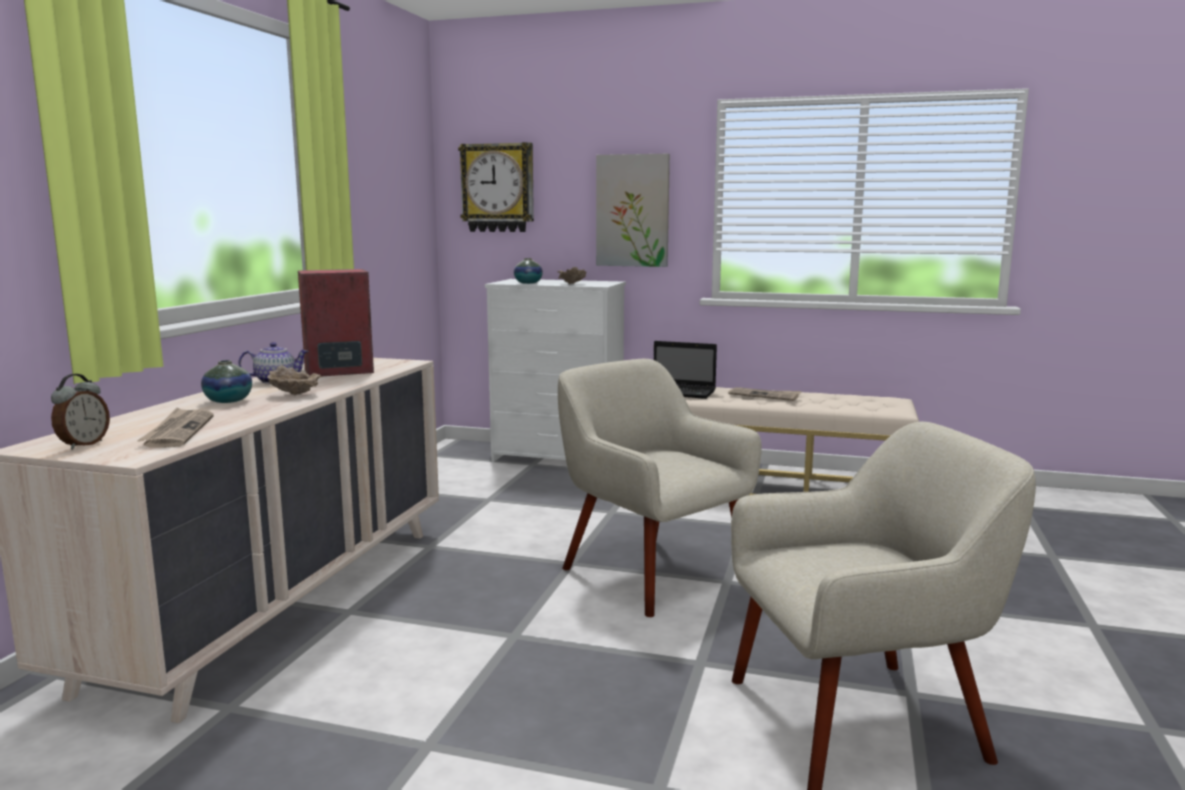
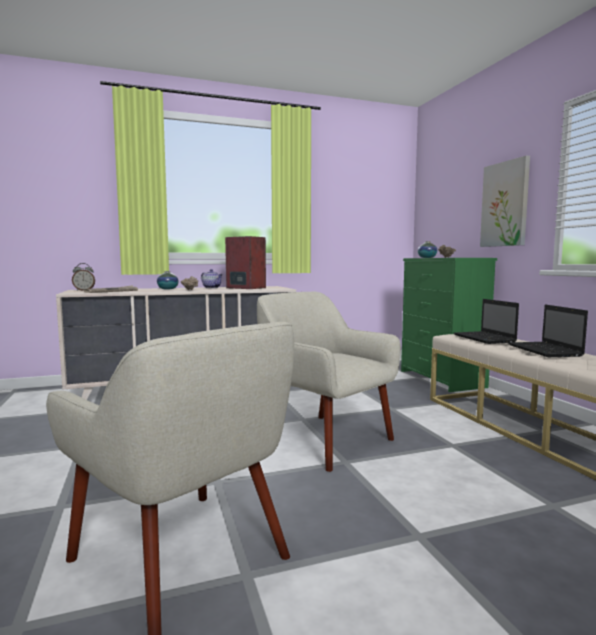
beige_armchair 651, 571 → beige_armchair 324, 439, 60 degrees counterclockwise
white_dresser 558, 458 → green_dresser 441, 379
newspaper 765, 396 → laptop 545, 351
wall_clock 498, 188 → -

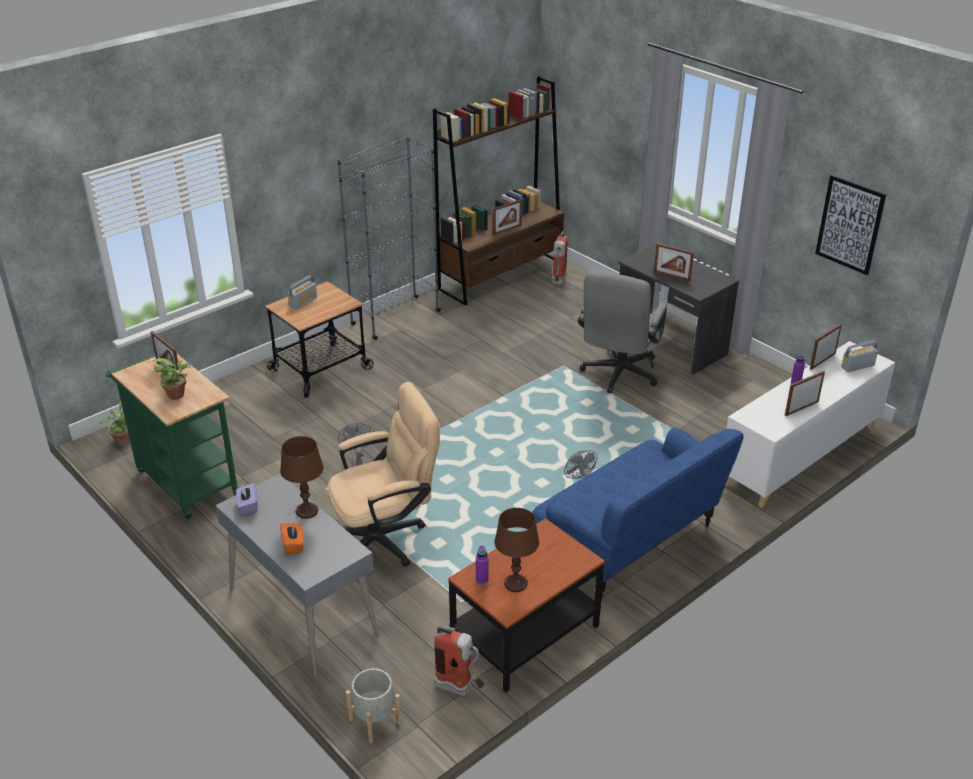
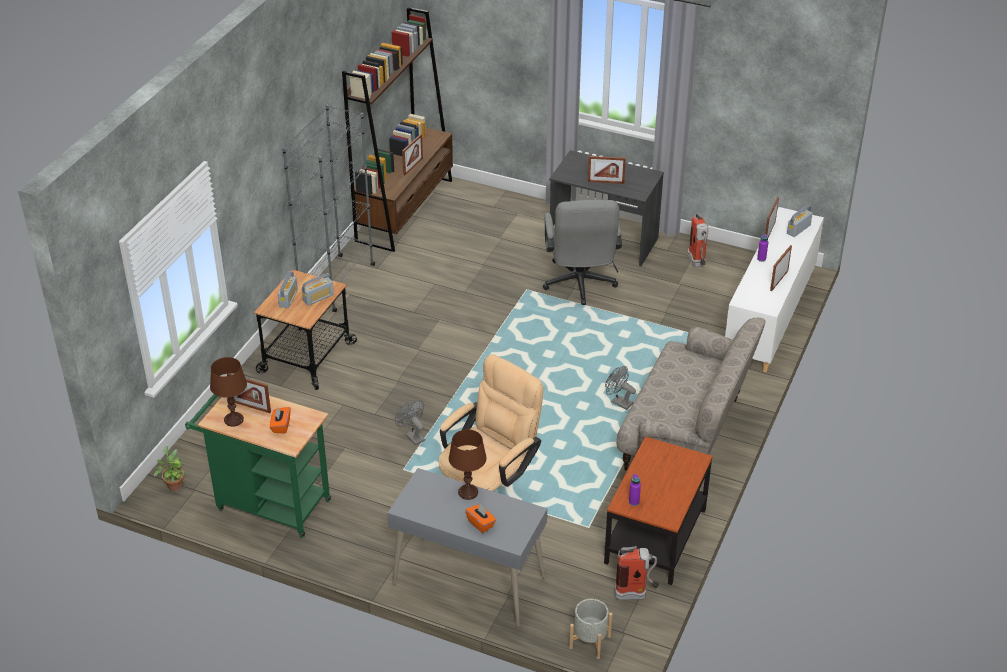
brown_table_lamp 516, 584 → brown_table_lamp 234, 420, move
potted_plant 178, 395 → orange_tissue_box 281, 426
- → radio 318, 298
blue_sofa 629, 543 → beige_sofa 685, 435
fire_extinguisher 558, 282 → fire_extinguisher 697, 264, move
purple_tissue_box 248, 506 → -
picture 850, 224 → -

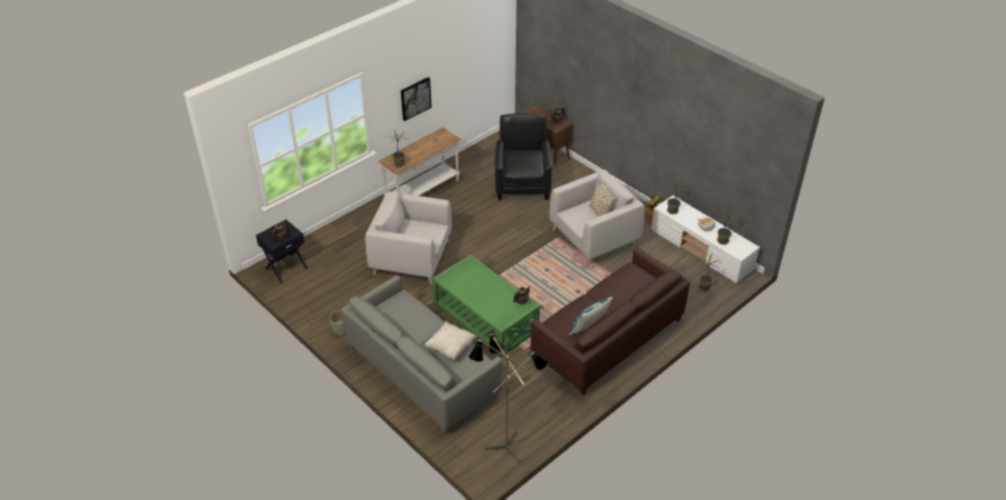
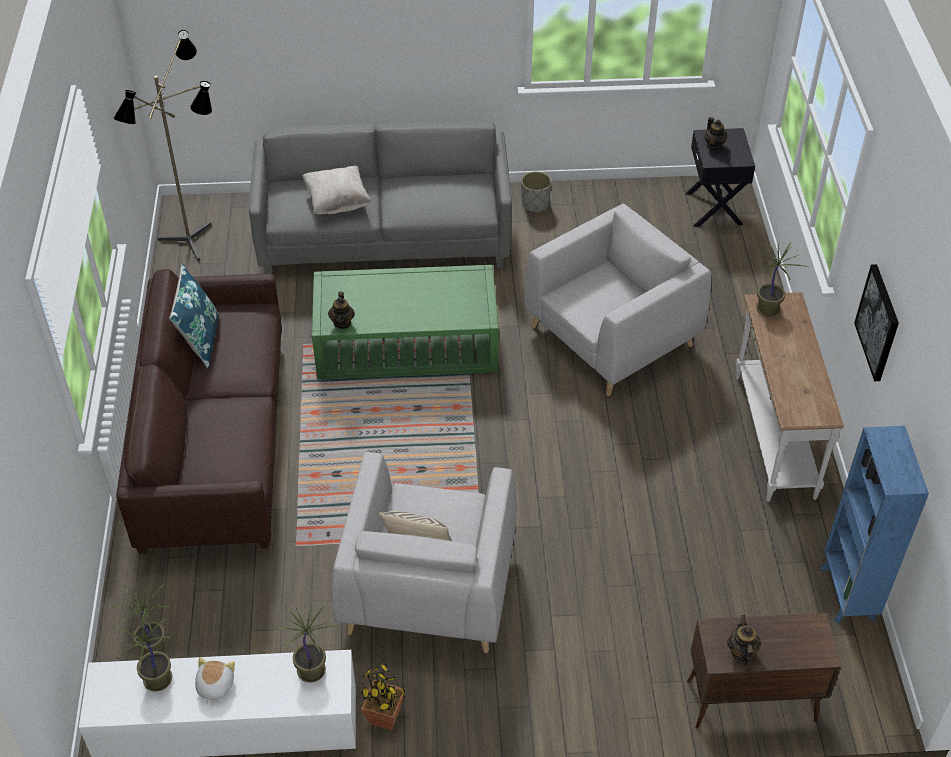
- → blue_bookcase 847, 594
black_armchair 522, 183 → -

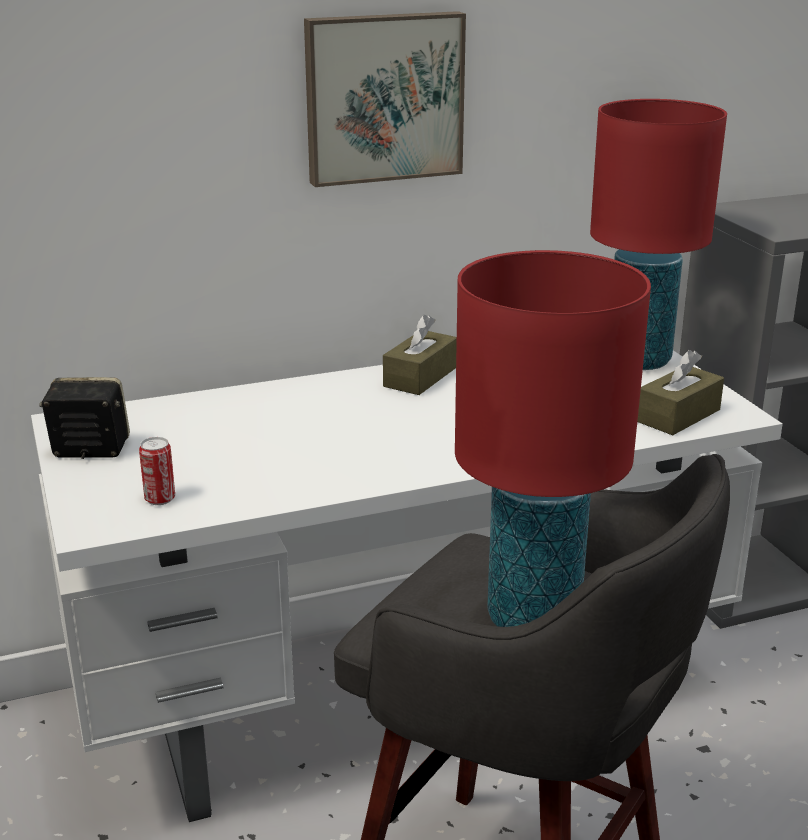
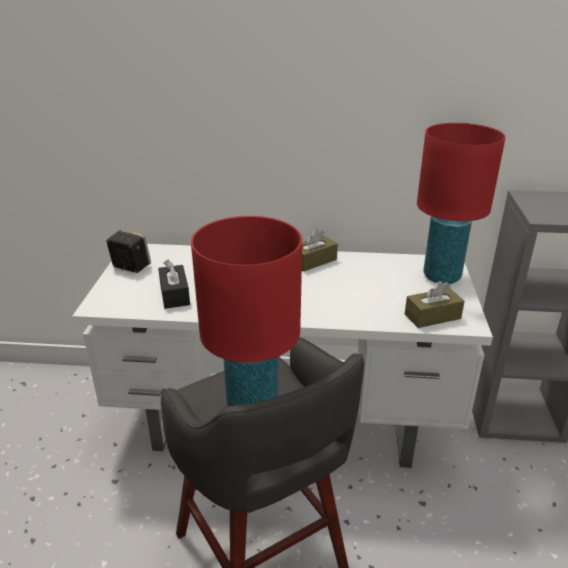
- → black_tissue_box 174, 294
can 160, 499 → -
picture 383, 97 → -

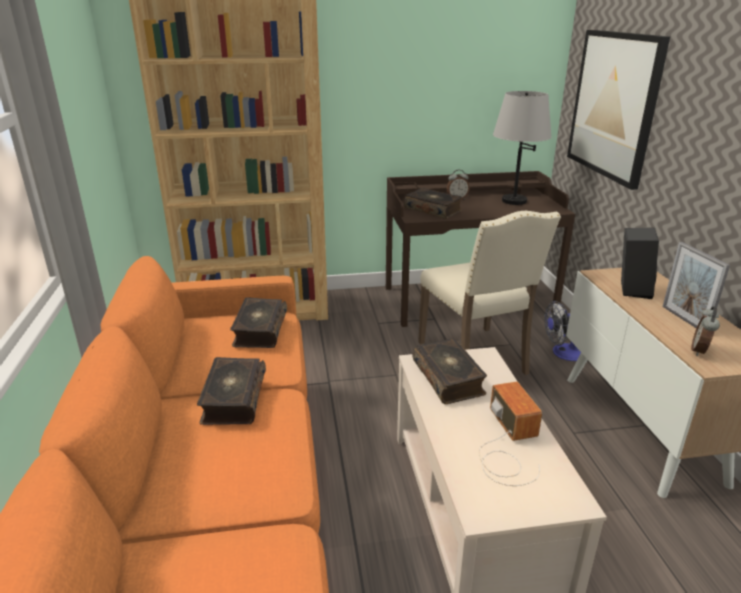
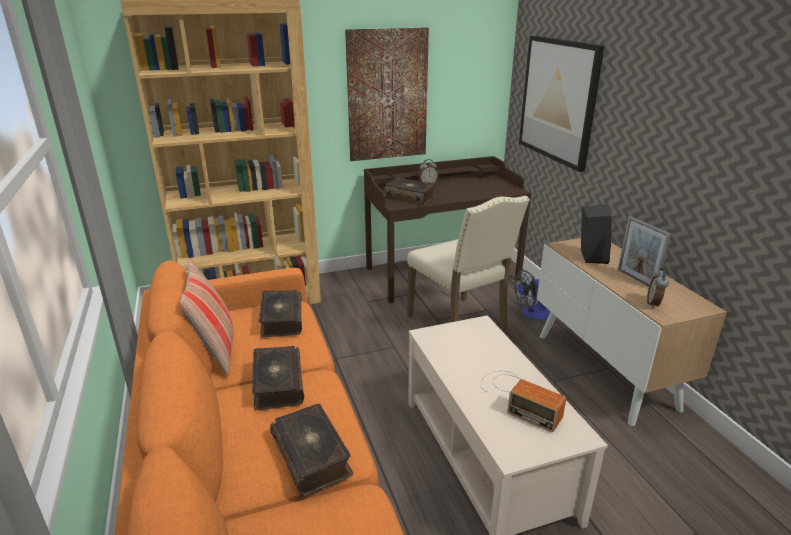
- → pillow 216, 350
book 449, 378 → book 312, 456, move
- → picture 387, 95
radio 507, 445 → radio 518, 397, 150 degrees clockwise
grey_table_lamp 513, 201 → -

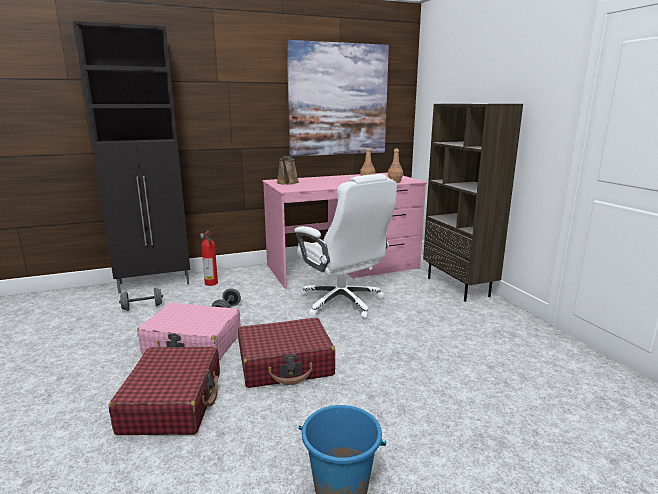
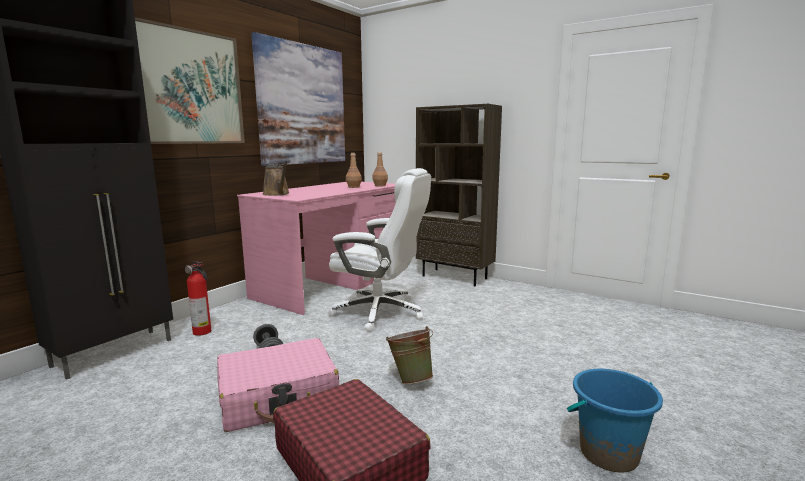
- → picture 190, 87
red_suitcase 286, 364 → green_bucket 411, 379
grey_dumbbell 142, 307 → -

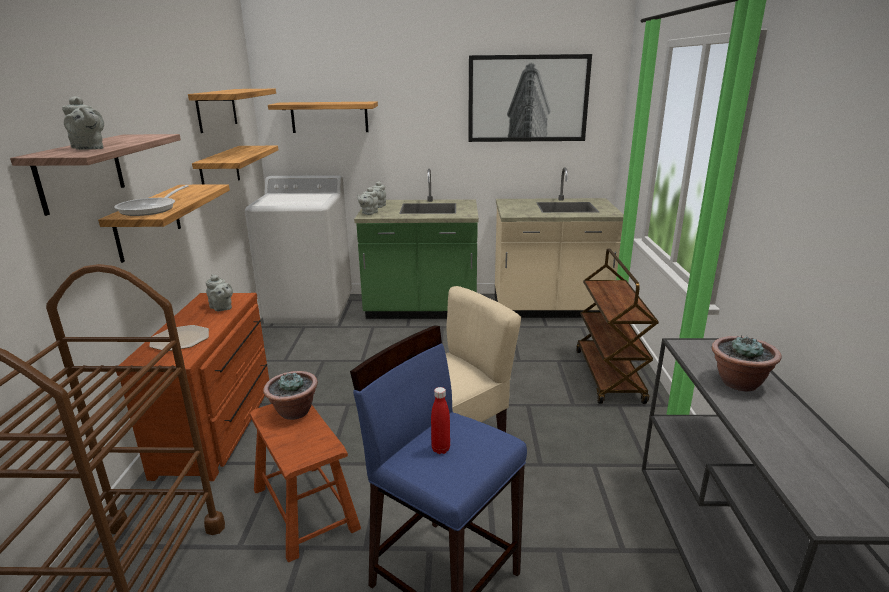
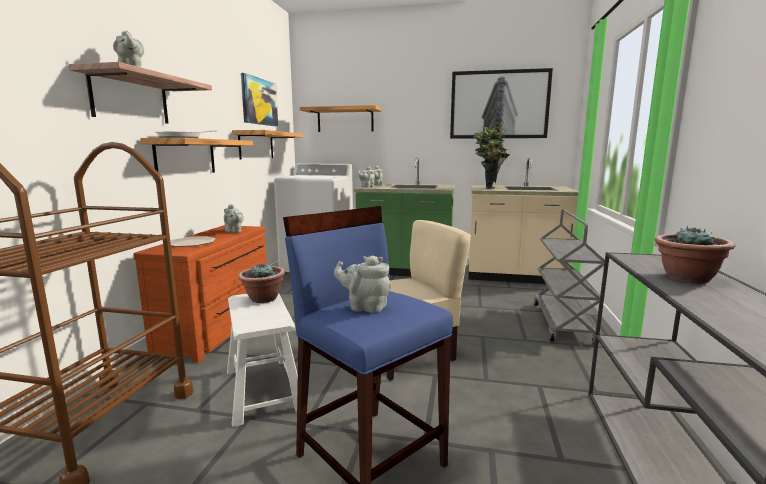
brown_stool 305, 508 → white_stool 263, 389
shelf 217, 109 → picture 259, 101
red_bottle 440, 449 → grey_teapot 365, 307
- → potted_plant 489, 187
brown_cart 609, 376 → grey_cart 563, 323

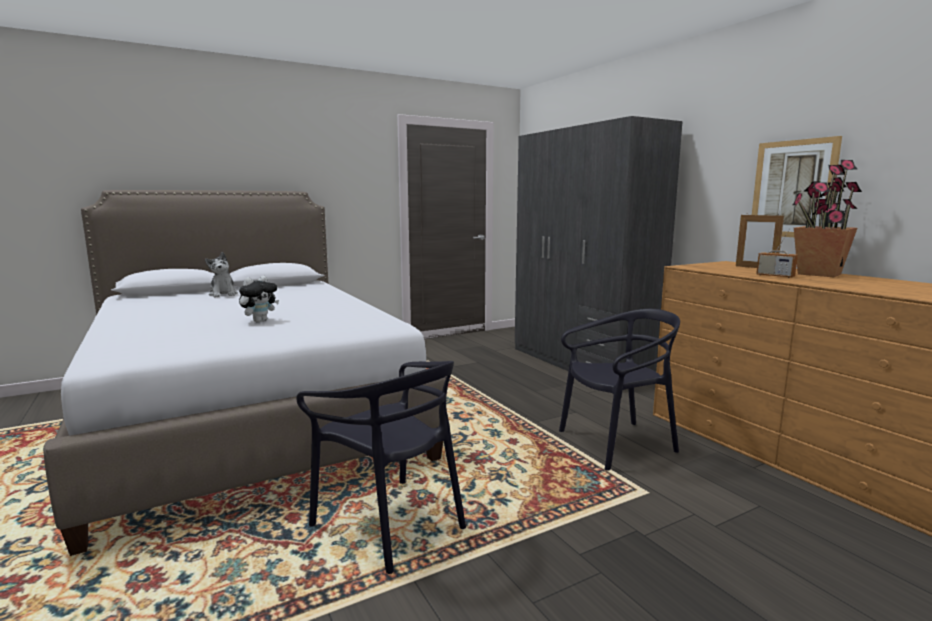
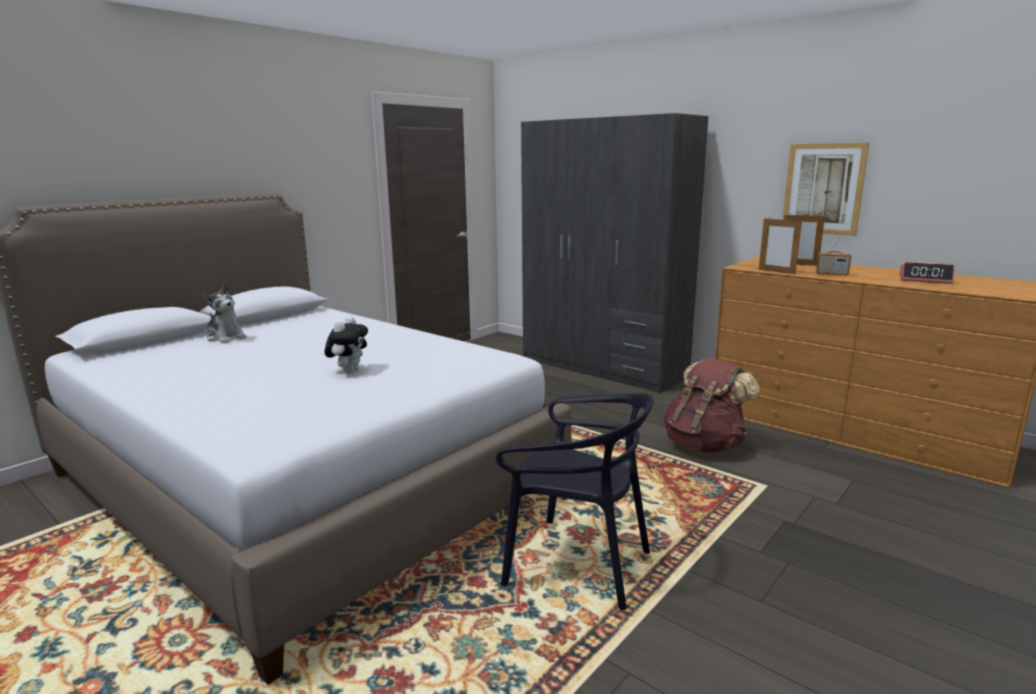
black_chair 617, 443 → brown_backpack 704, 445
- → picture_frame 776, 272
- → alarm_clock 925, 279
potted_plant 818, 274 → -

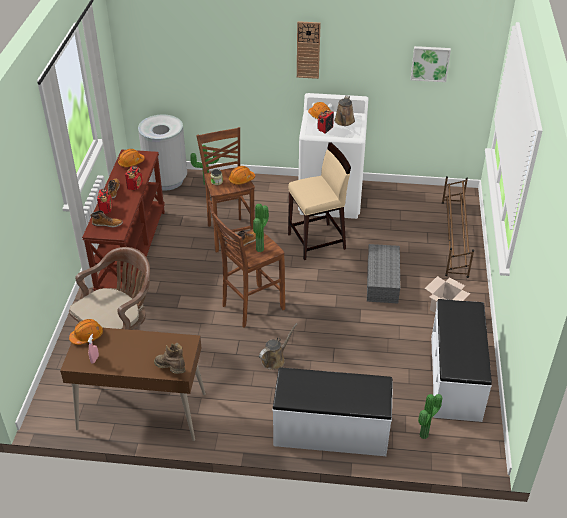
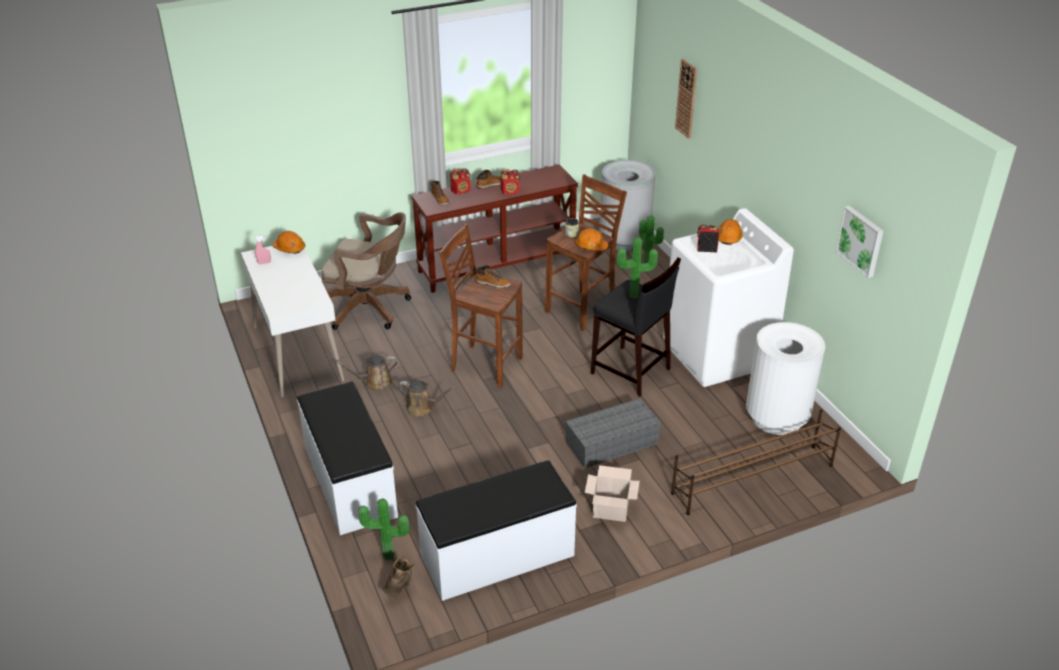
brown_desk 142, 412 → white_desk 297, 354
brown_watering_can 344, 122 → brown_watering_can 375, 383, move
brown_boot 171, 370 → brown_boot 400, 587, move
beige_stool 317, 241 → black_stool 630, 371
potted_plant 261, 249 → potted_plant 634, 296, move
wall_clock 308, 50 → wall_clock 686, 99, move
- → white_trash_can 776, 418
orange_hard_hat 131, 162 → -

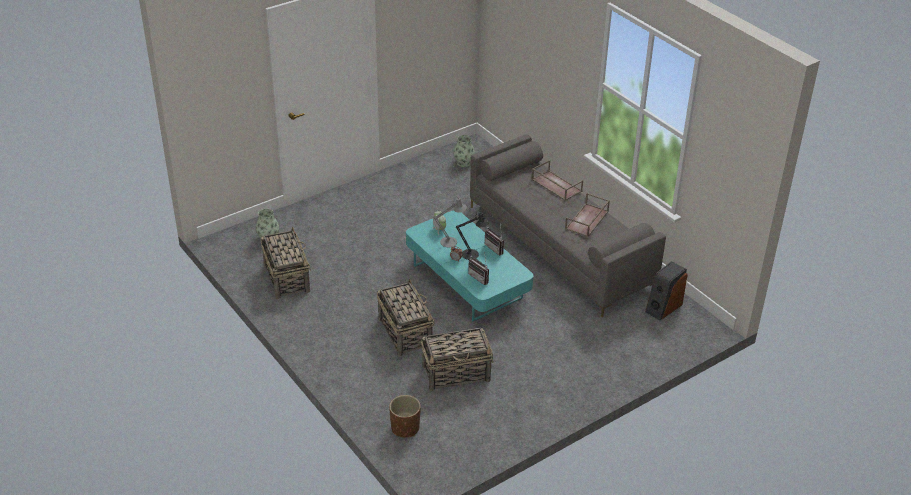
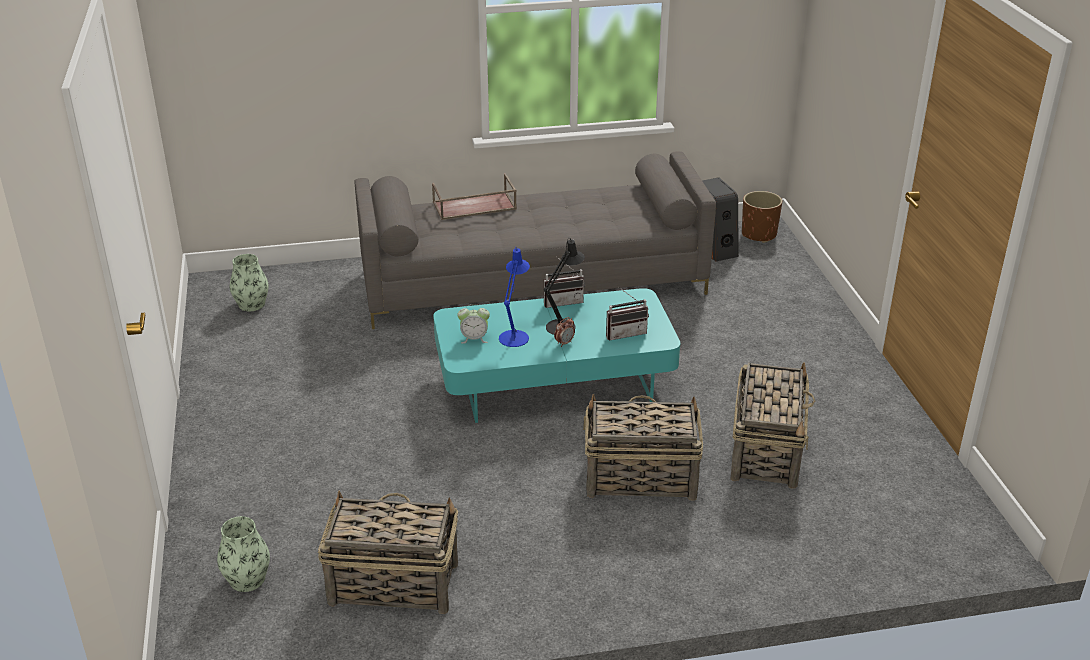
grey_table_lamp 451, 241 → blue_table_lamp 515, 336
brown_planter 405, 428 → brown_planter 758, 234, move
brown_tray 587, 220 → -

